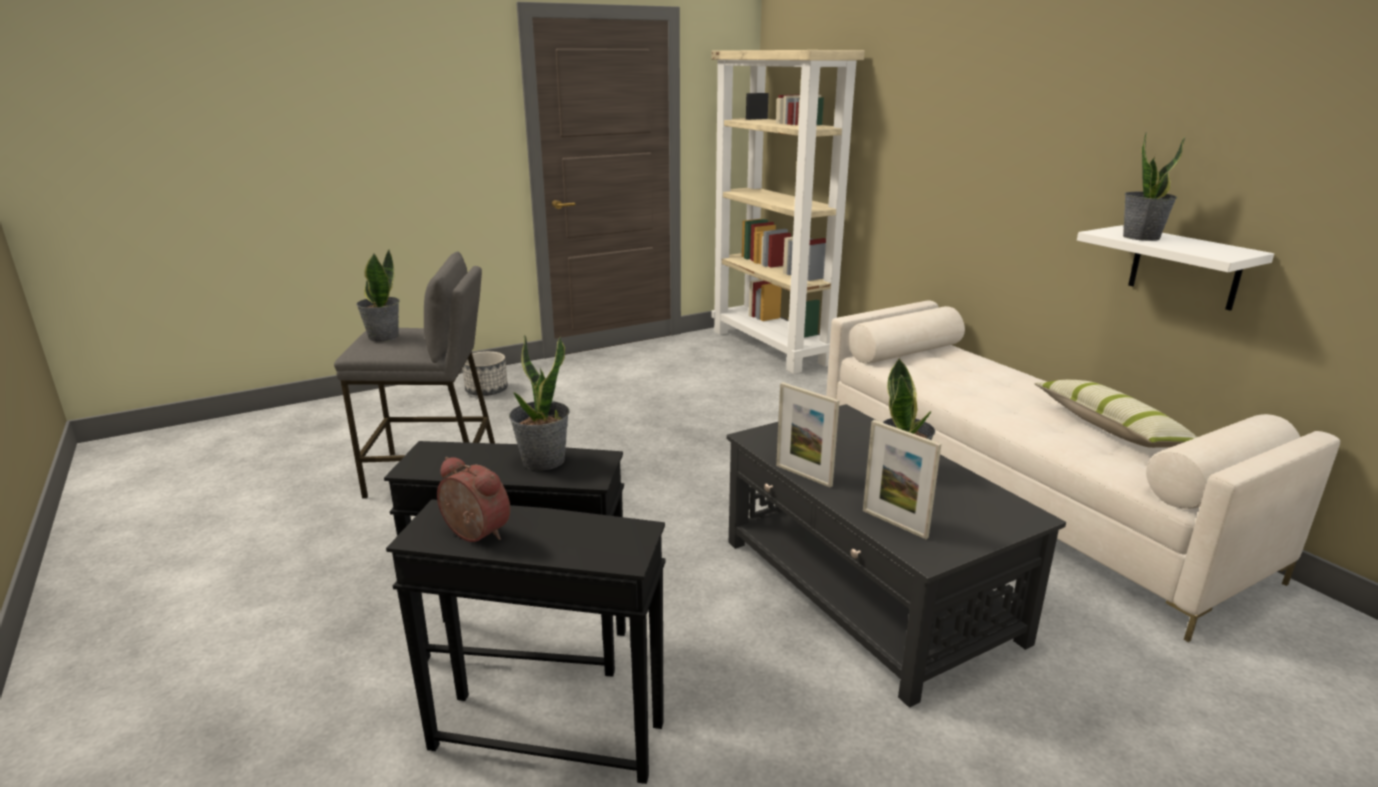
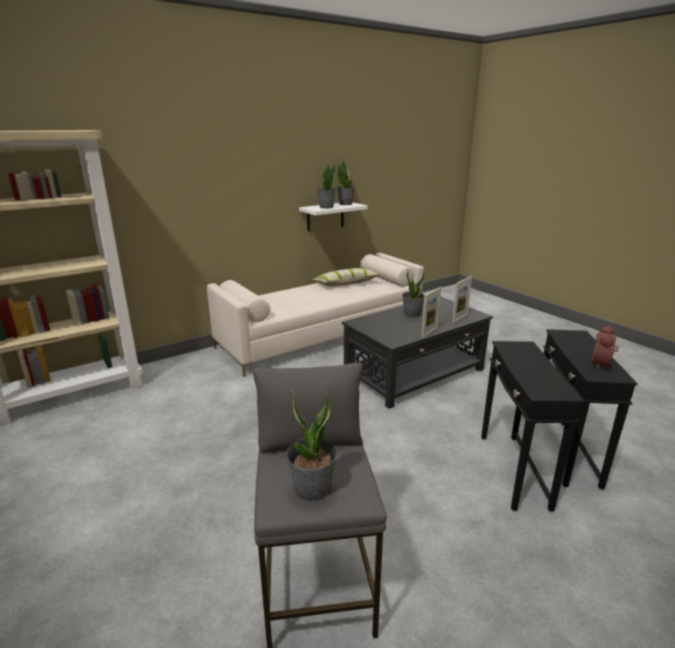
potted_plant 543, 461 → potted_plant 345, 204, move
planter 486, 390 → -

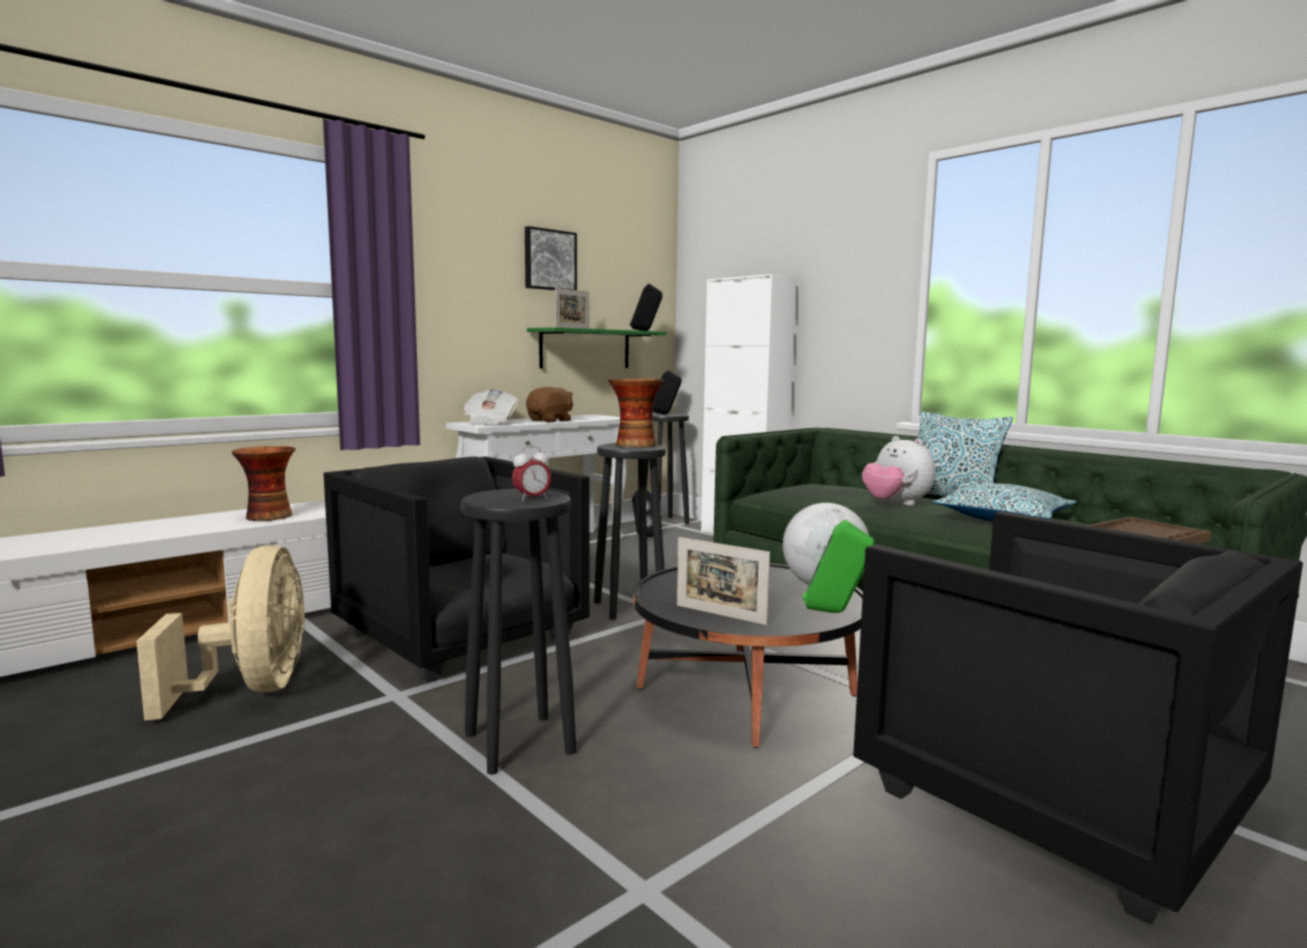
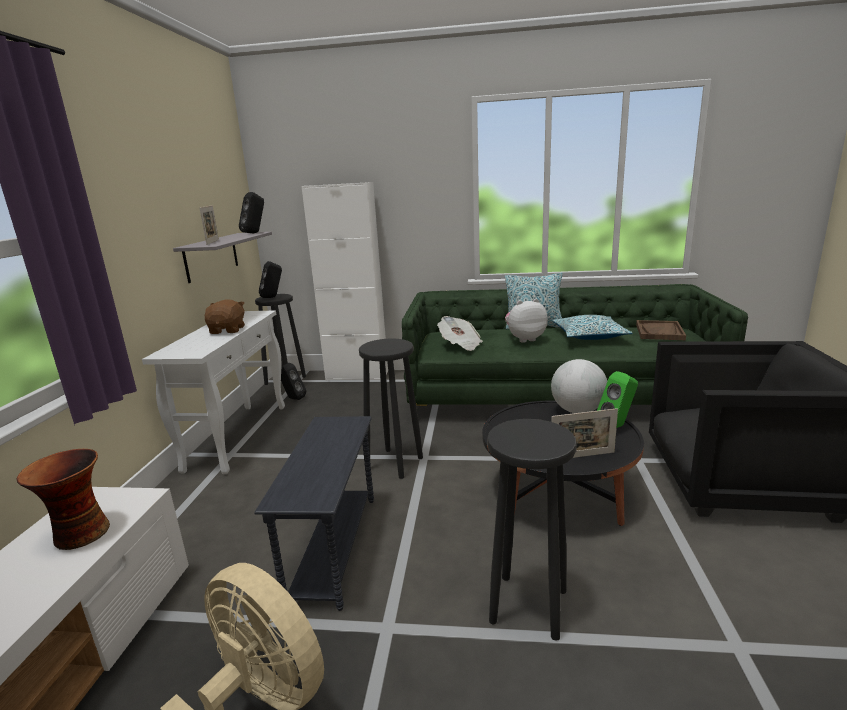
green_shelf 585, 349 → grey_shelf 211, 256
black_armchair 462, 637 → grey_side_table 333, 547
newspaper 489, 423 → newspaper 460, 344, move
plush_toy 896, 504 → plush_toy 524, 339, 150 degrees clockwise
alarm_clock 532, 499 → -
picture 549, 260 → -
vase 635, 445 → -

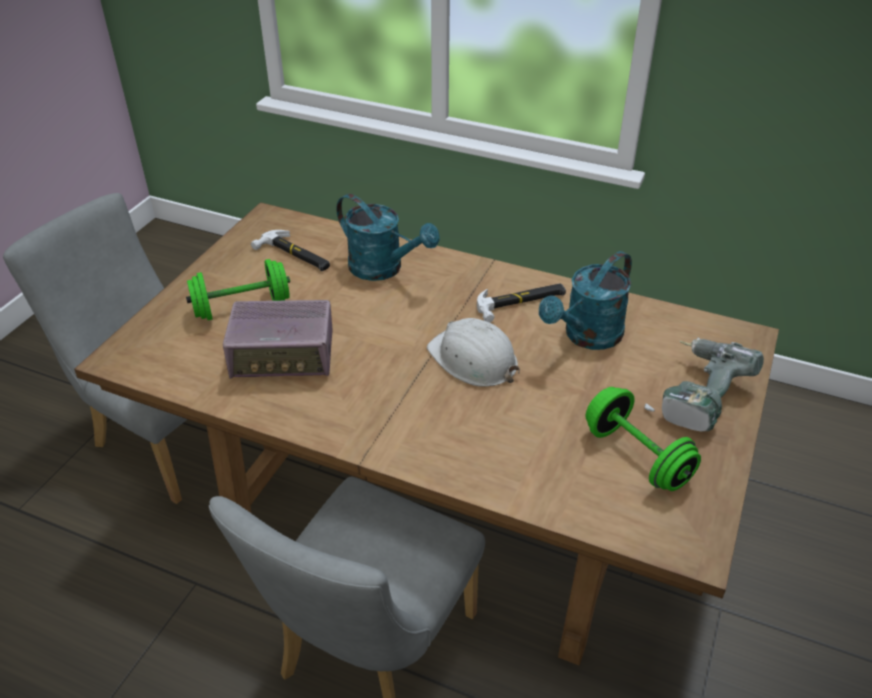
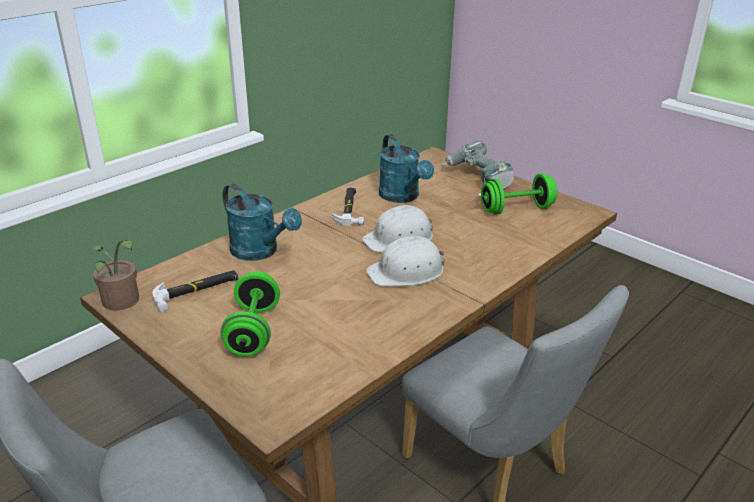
- → potted_plant 121, 303
turquoise_watering_can 384, 269 → turquoise_watering_can 260, 252, 75 degrees clockwise
- → white_hard_hat 407, 271
radio 284, 356 → -

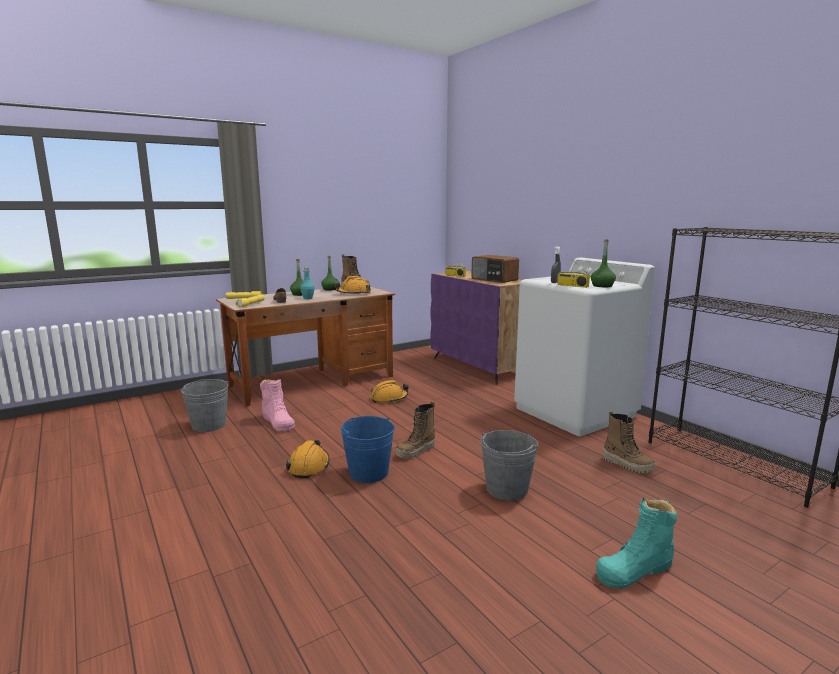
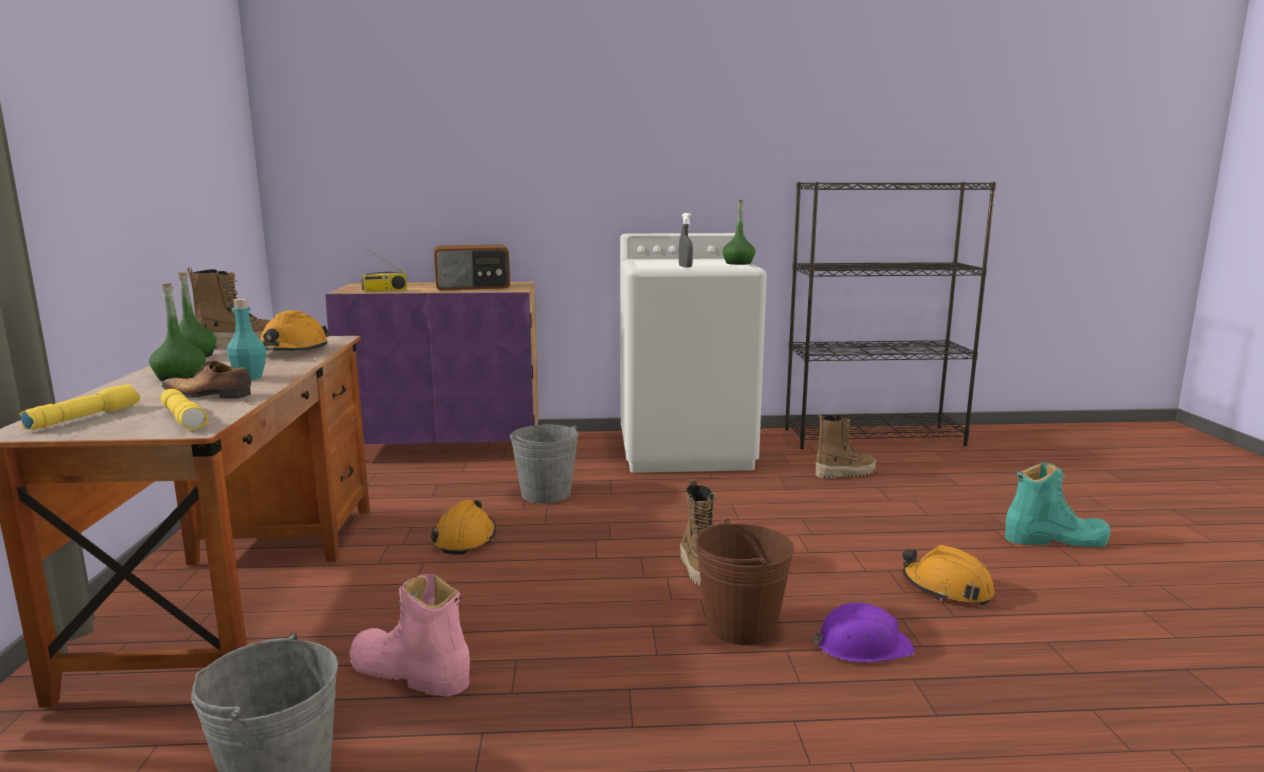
pink_boot 278, 422 → pink_boot 409, 673, 150 degrees counterclockwise
grey_bucket 506, 489 → grey_bucket 546, 494, move
blue_bucket 368, 473 → brown_bucket 741, 625
- → purple_hard_hat 862, 645
orange_hard_hat 309, 466 → orange_hard_hat 947, 589, move
turquoise_boot 634, 570 → turquoise_boot 1055, 539, 90 degrees counterclockwise
radio 572, 285 → -

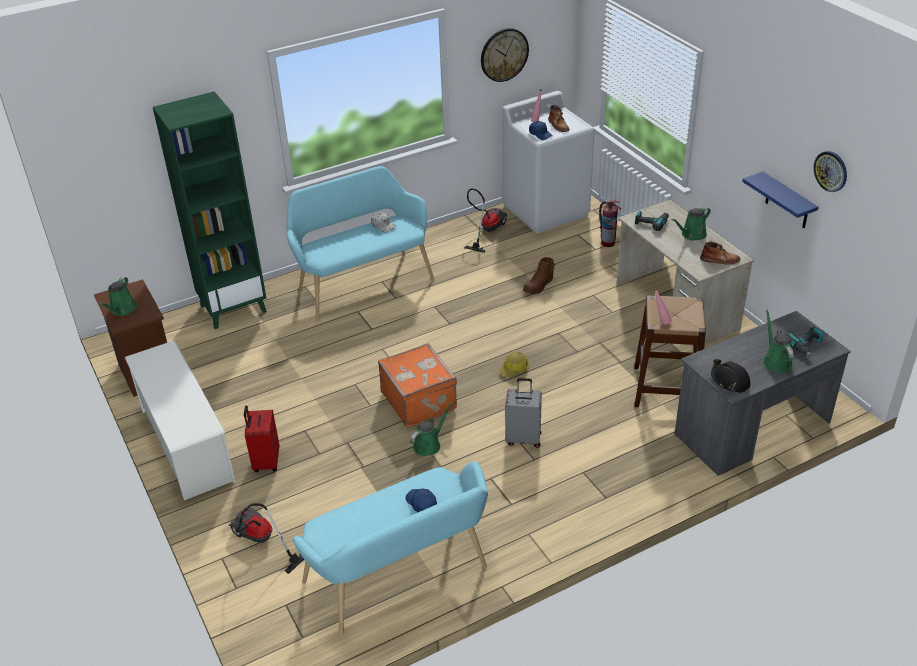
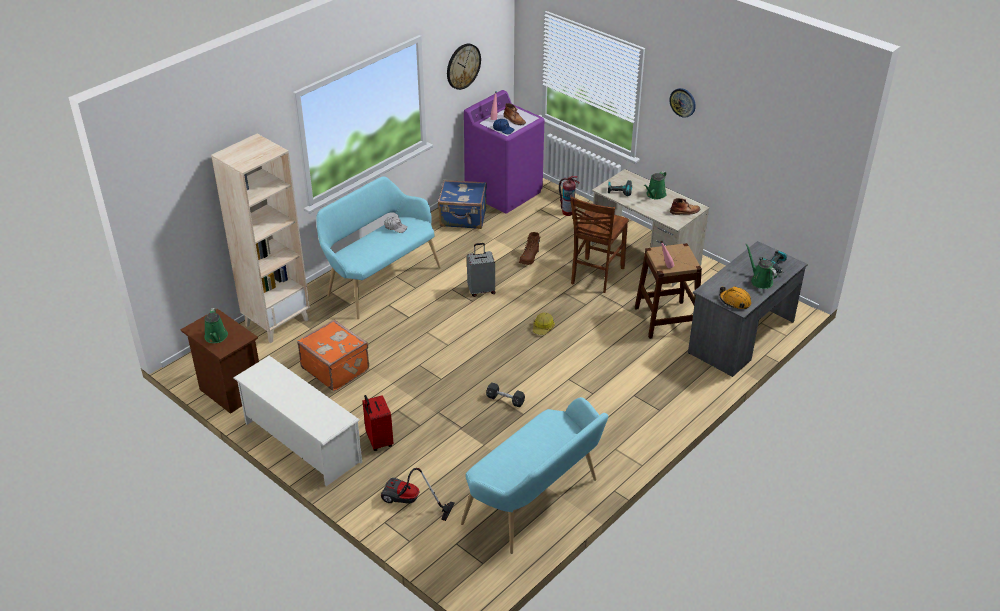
green_bookcase 233, 308 → beige_bookcase 277, 322
orange_suitcase 420, 400 → orange_suitcase 336, 368, move
vacuum_cleaner 486, 231 → blue_suitcase 463, 218
white_washing_machine 546, 209 → purple_washing_machine 504, 192
grey_suitcase 523, 438 → grey_suitcase 481, 290, move
green_watering_can 429, 445 → black_dumbbell 505, 400
- → brown_chair 595, 276
wall_clock 831, 171 → wall_clock 683, 102, move
black_hard_hat 730, 381 → orange_hard_hat 735, 301
blue_cap 421, 503 → -
blue_shelf 787, 201 → -

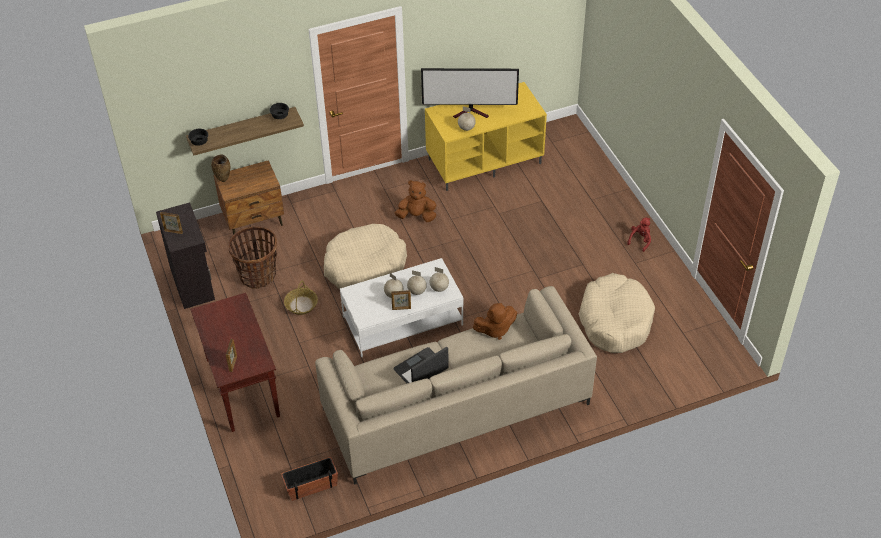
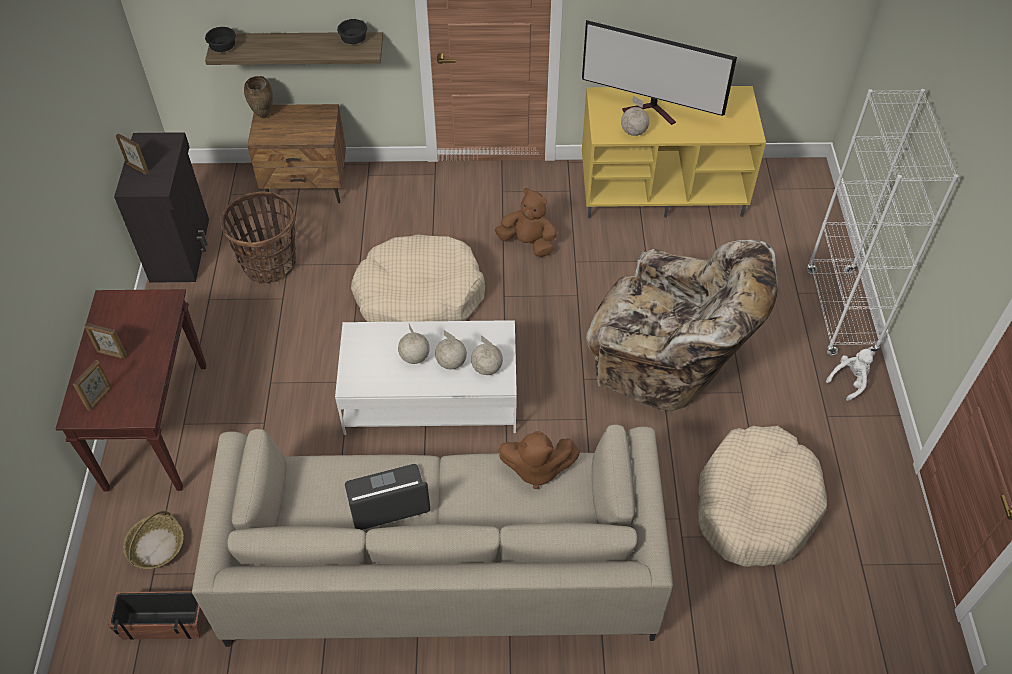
picture_frame 401, 308 → picture_frame 112, 354, move
basket 301, 305 → basket 156, 547, move
- → beige_armchair 668, 363
- → white_bookcase 839, 312
red_plush_toy 640, 240 → white_plush_toy 849, 381

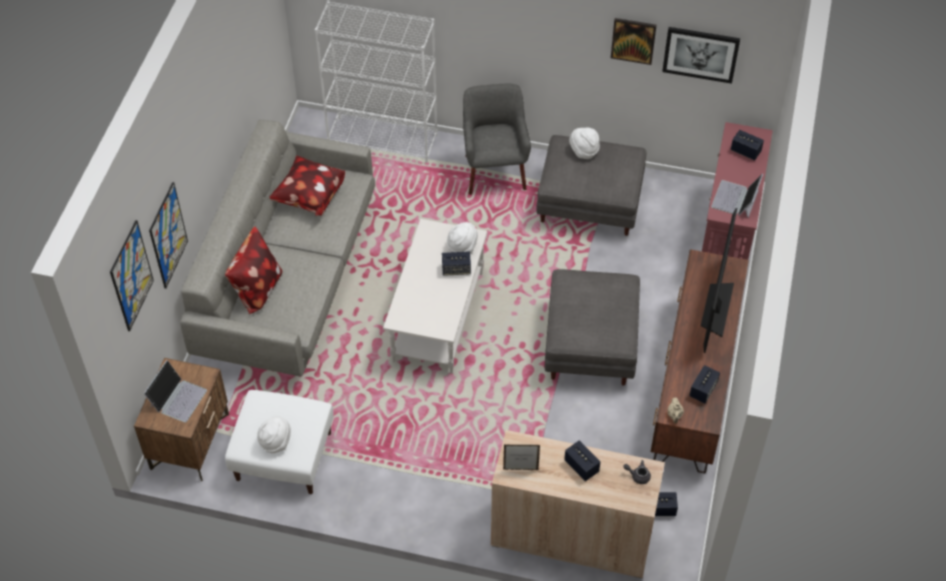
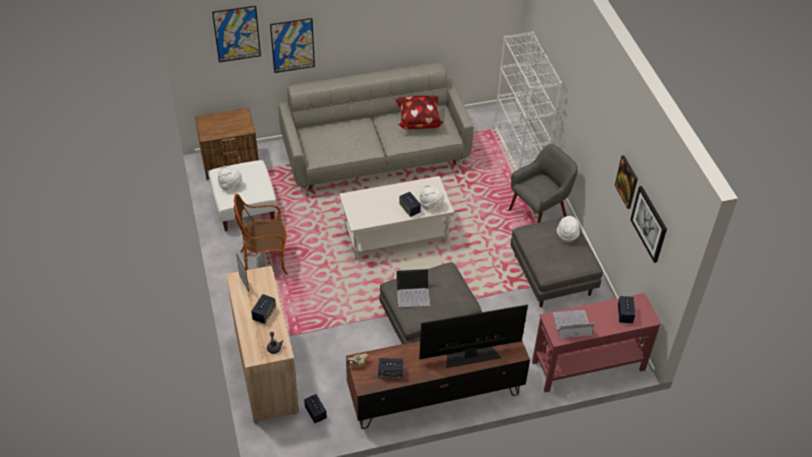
- → armchair 265, 261
laptop 177, 398 → laptop 413, 293, move
pillow 256, 289 → -

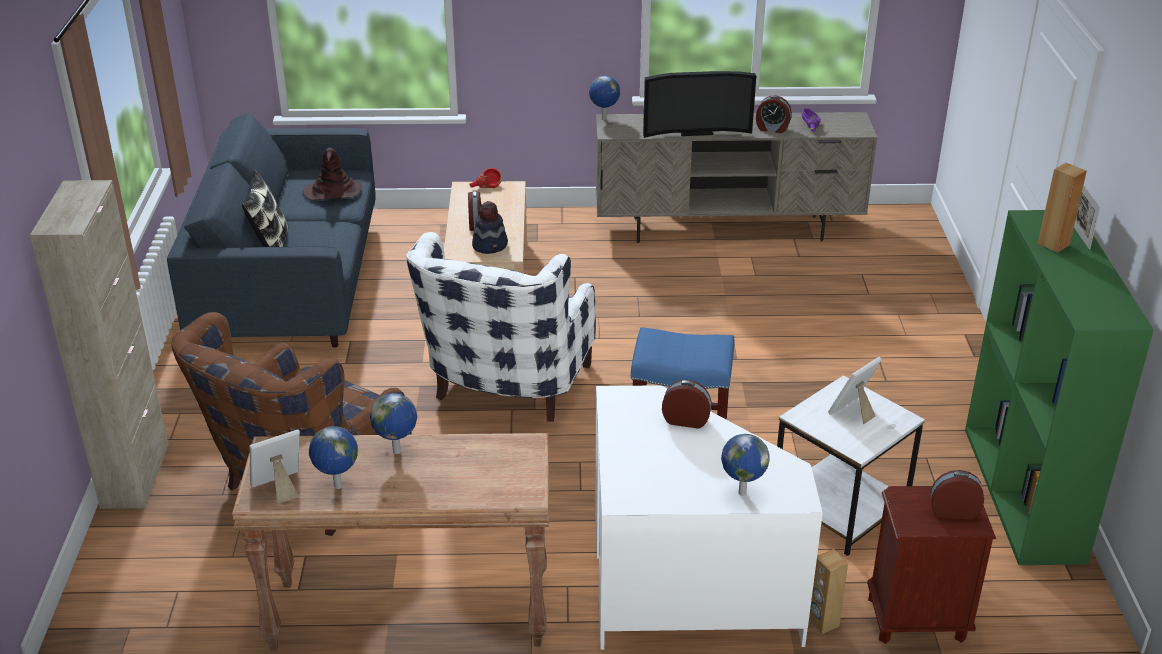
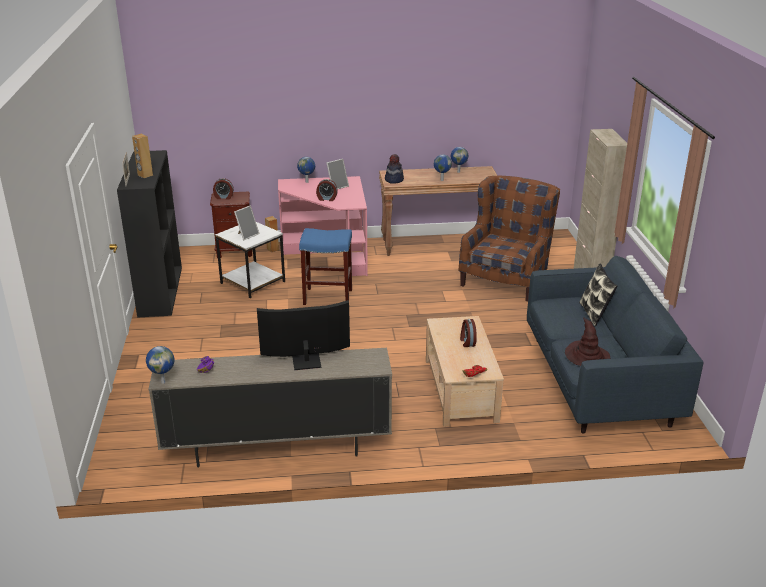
green_bookcase 1024, 494 → black_bookcase 160, 291
globe 604, 119 → globe 163, 381, move
white_desk 681, 588 → pink_desk 328, 256
picture_frame 279, 488 → picture_frame 337, 186, move
hat 490, 245 → hat 394, 180, move
white_armchair 505, 389 → -
alarm_clock 772, 128 → -

